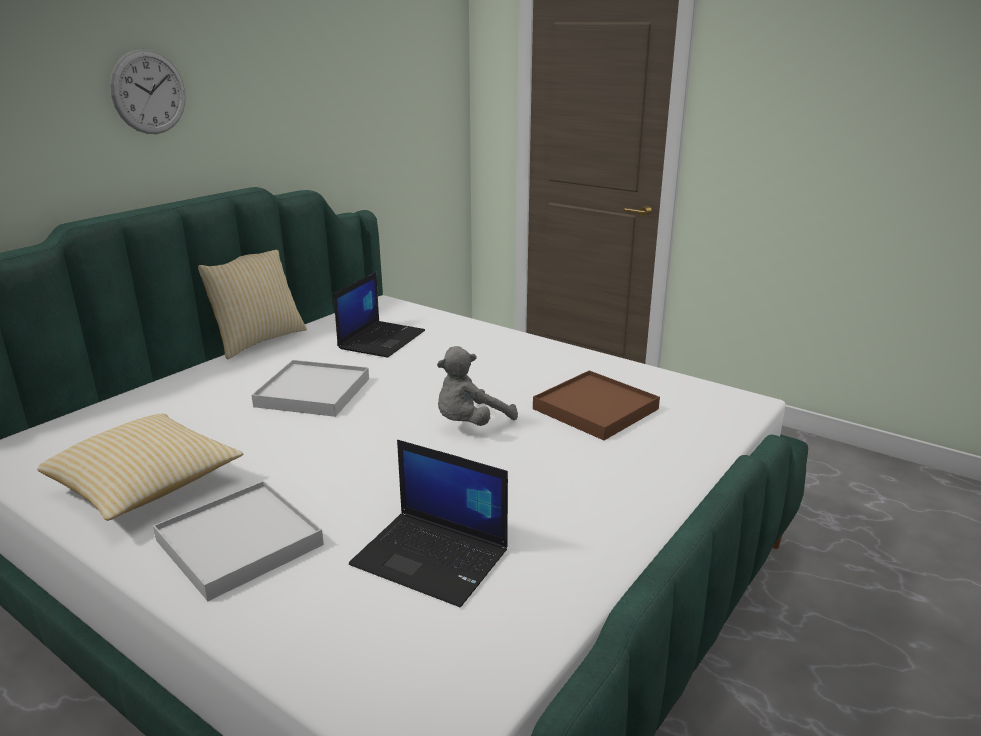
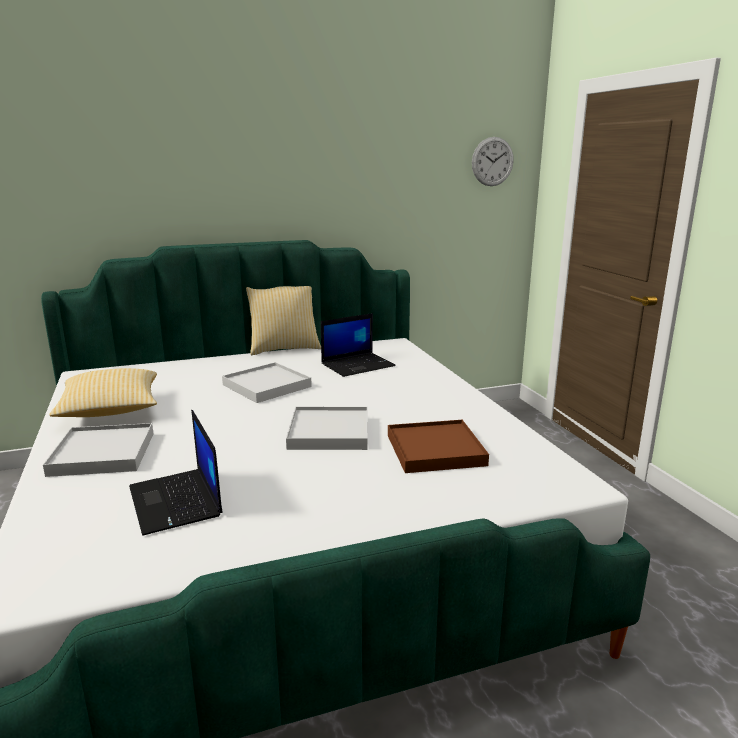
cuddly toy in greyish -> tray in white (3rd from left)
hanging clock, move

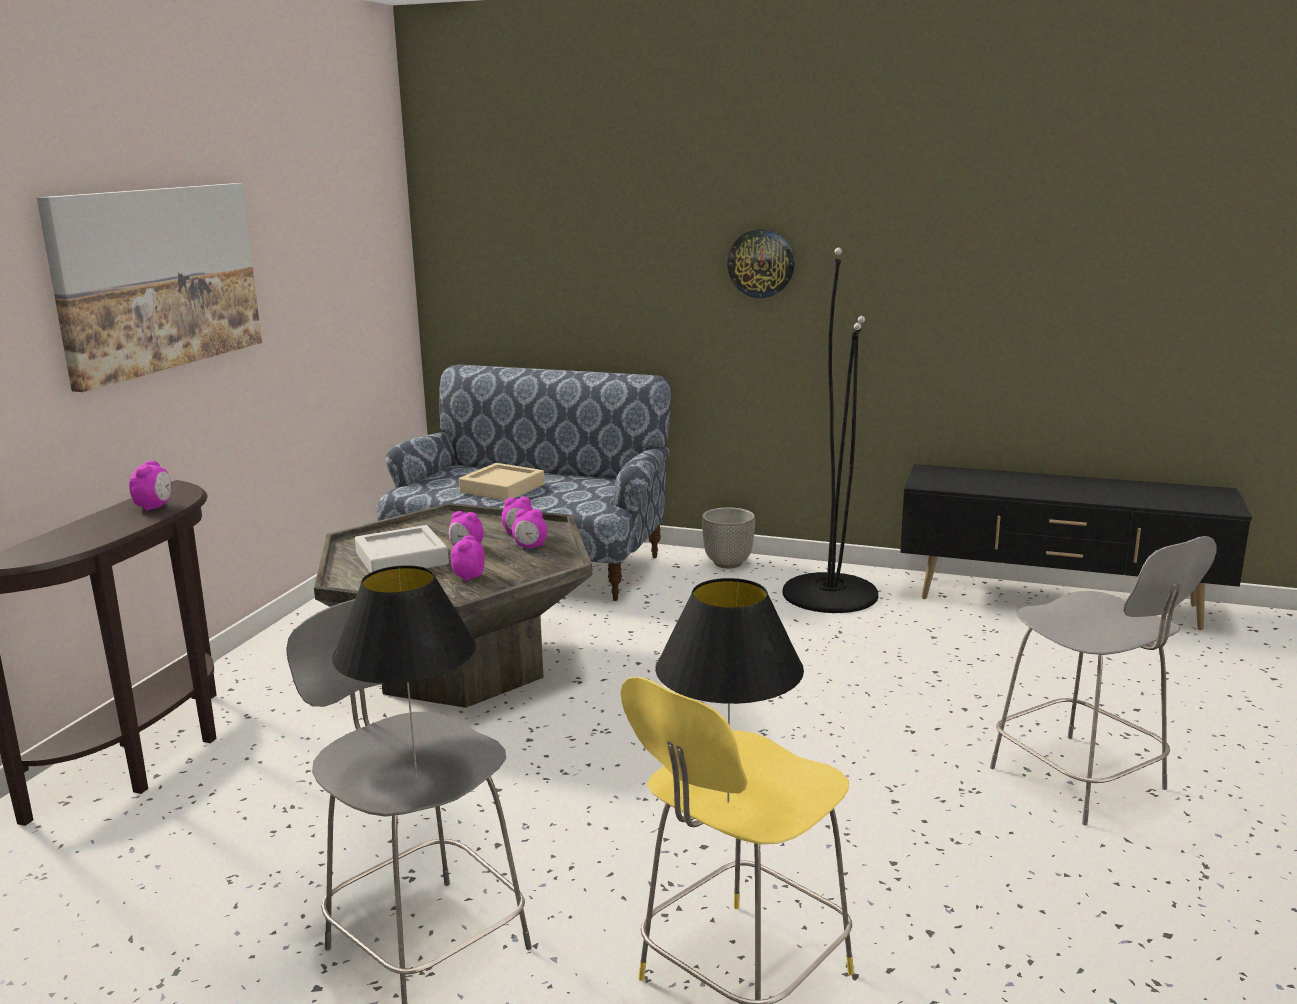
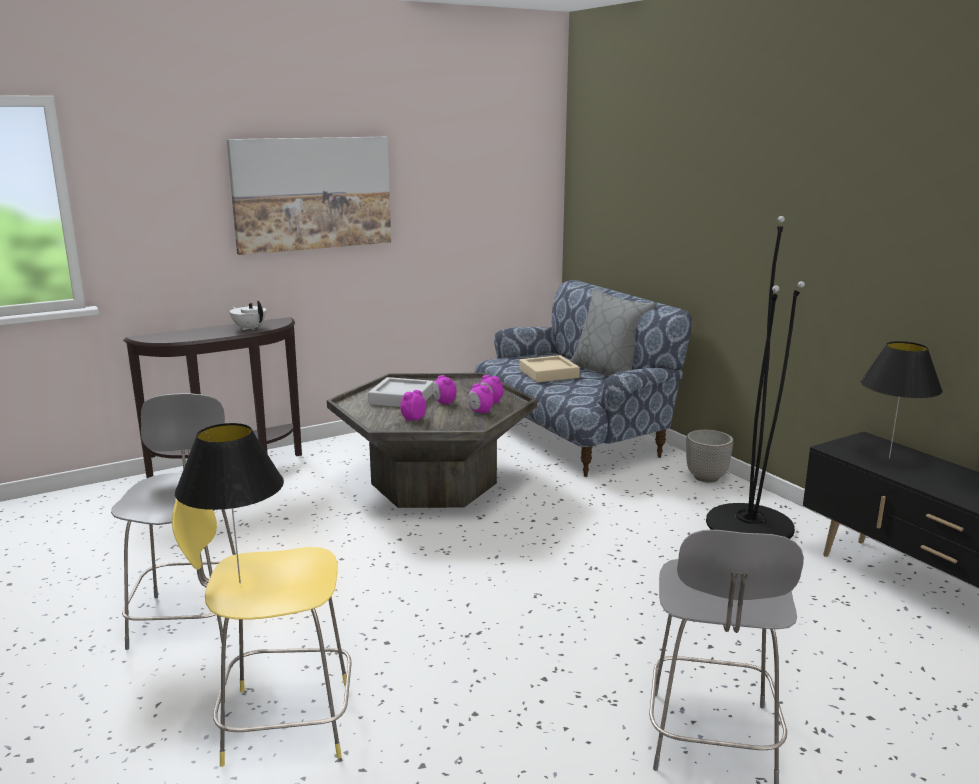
alarm clock (1st from left) -> pot for tea in white
none -> throw pillow in greyish
lamp for a table in black-coloured (1st from left in the first image) -> lamp for a table in black-coloured (2nd from left), move
hanging clock -> none

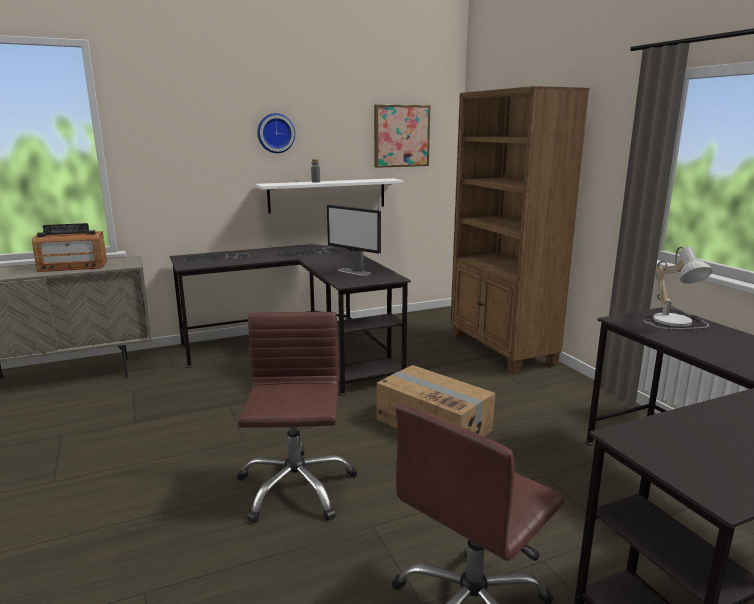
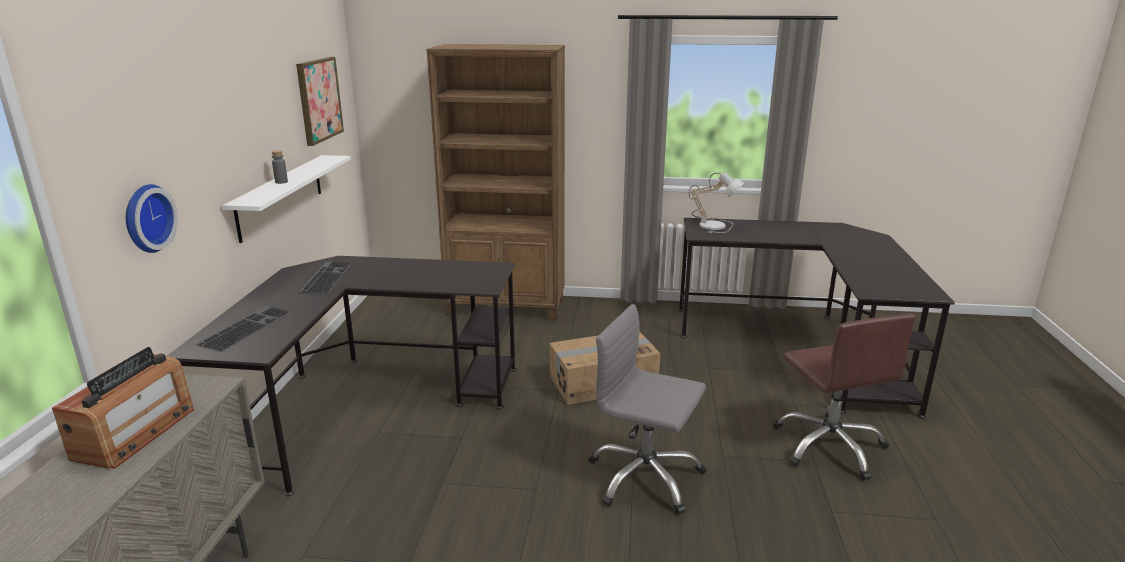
hanging clock, move
computer chair in brownish (1st from left) -> computer chair in greyish
computer screen -> none

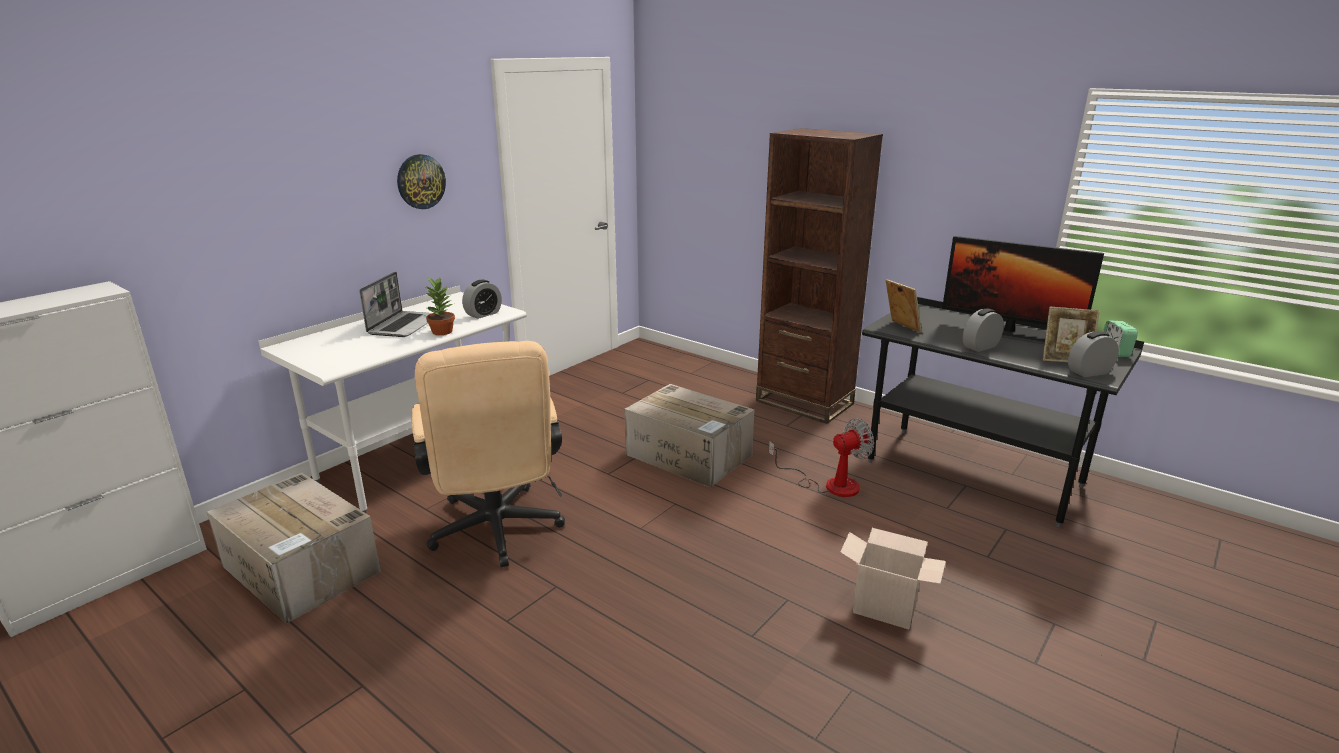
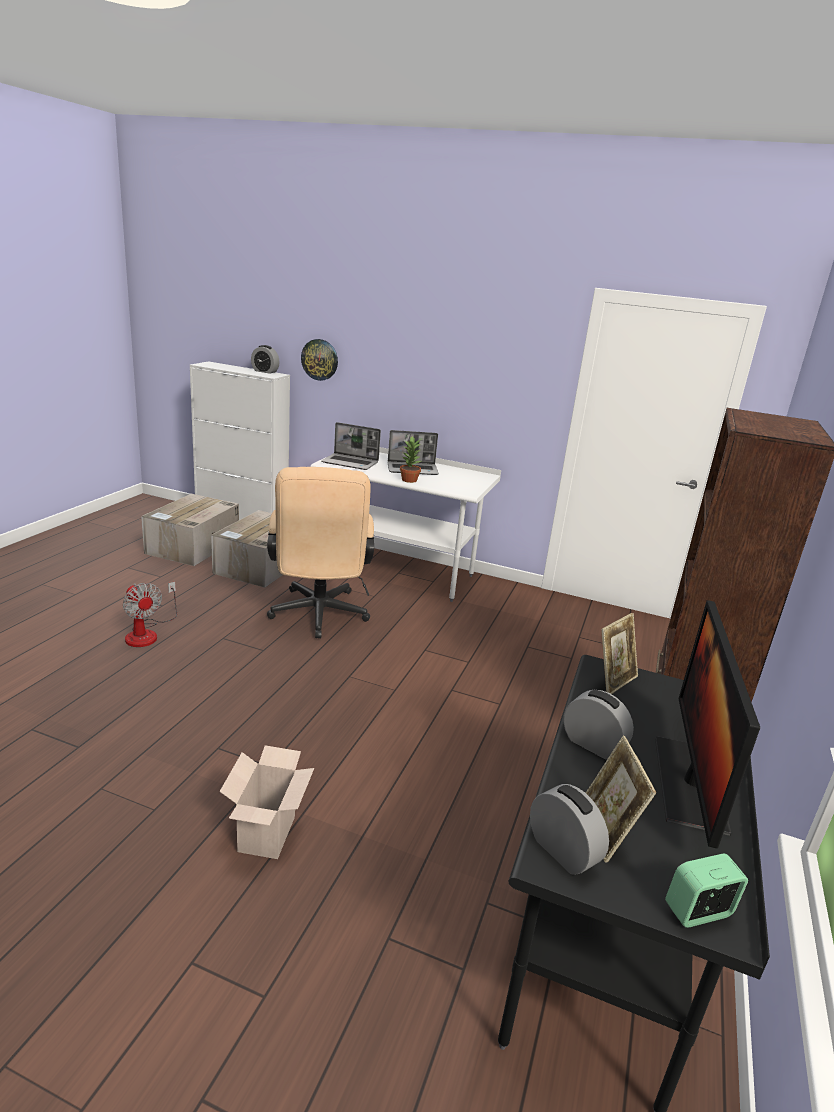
cooling fan, move
carton (2nd from left in the first image) -> carton (1st from left), move
alarm clock (1st from left), move
computer chair in sand-coloured, 60 degrees counterclockwise
hanging clock, move
none -> laptop (1st from left)

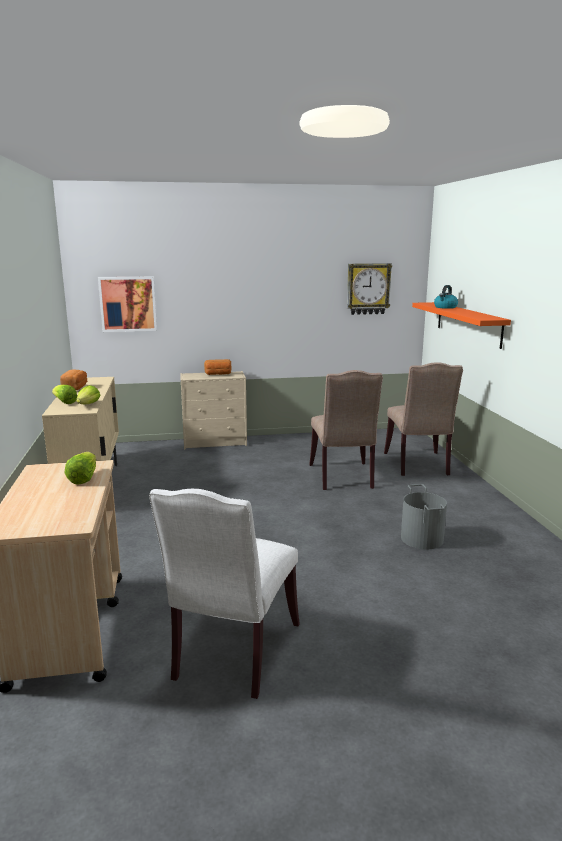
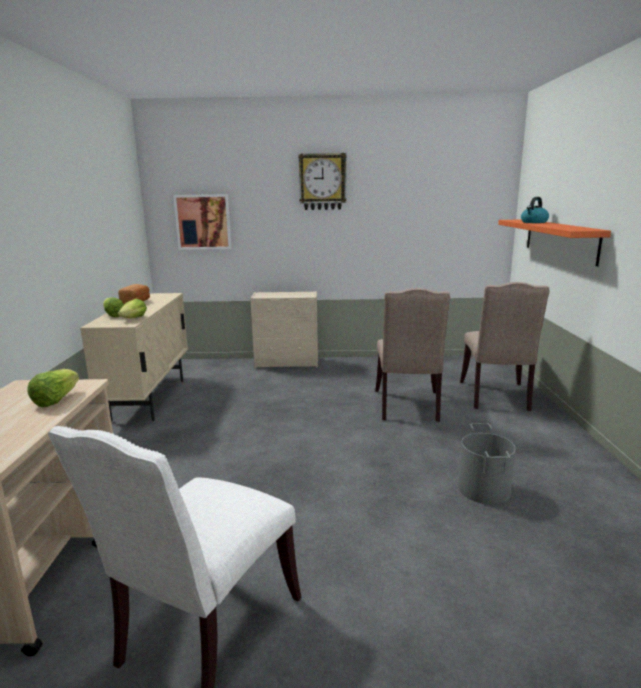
hanging clock, move
baked bread (2nd from left) -> none

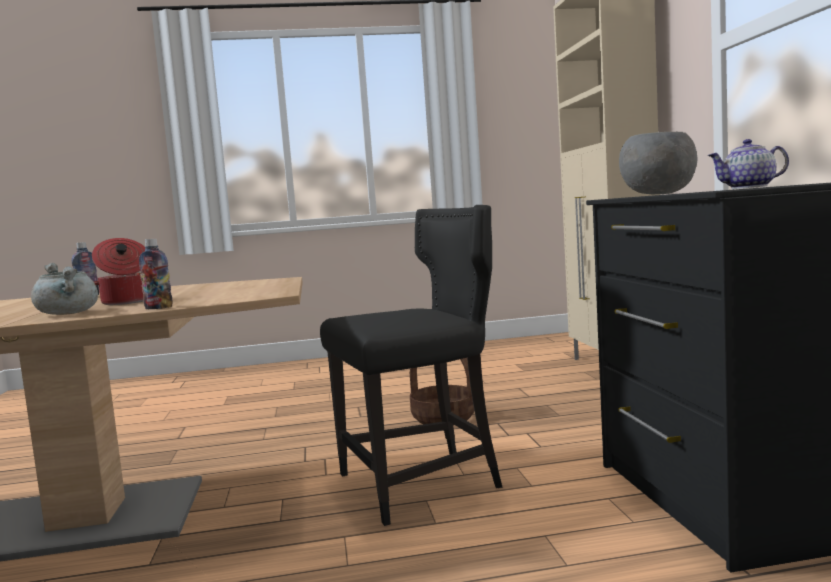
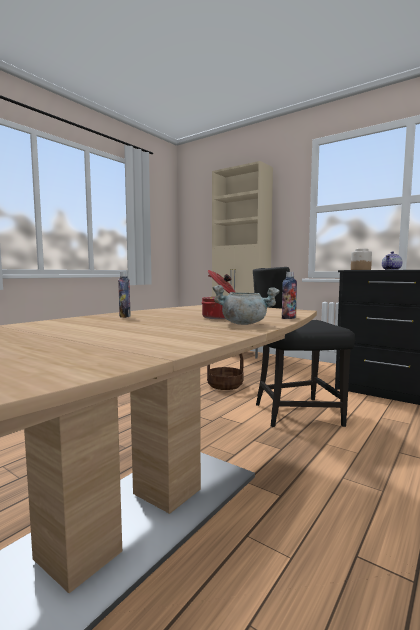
chair in black-coloured, 120 degrees counterclockwise
serving bowl in greyish -> preserve jar

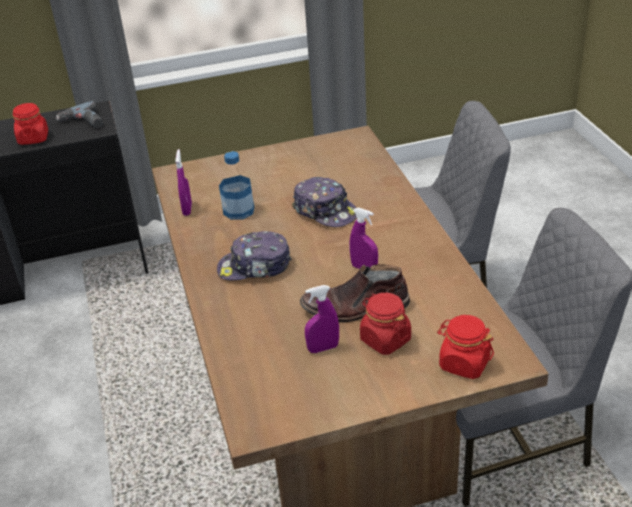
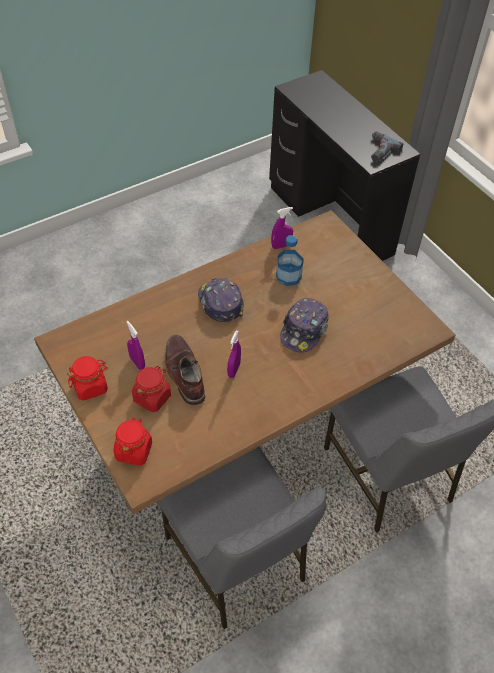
preserve jar in red (1st from left), move

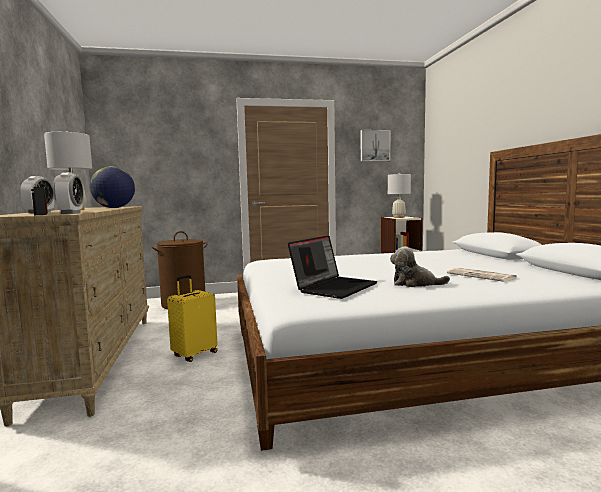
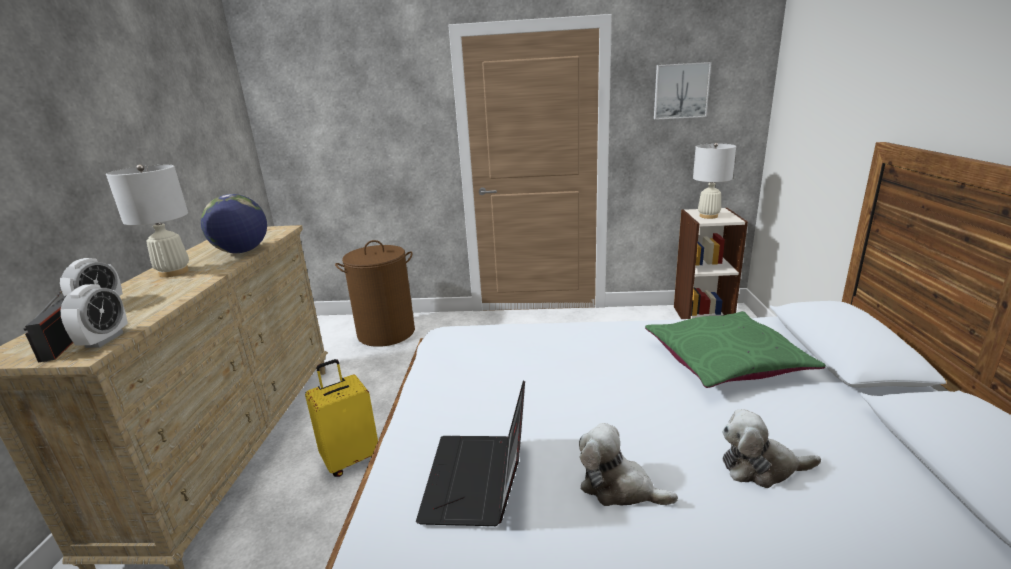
laptop, 135 degrees clockwise
none -> throw pillow in green-coloured
newspaper -> cuddly toy (2nd from left)

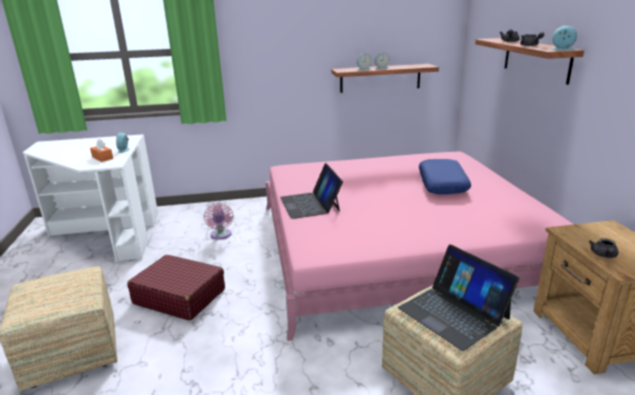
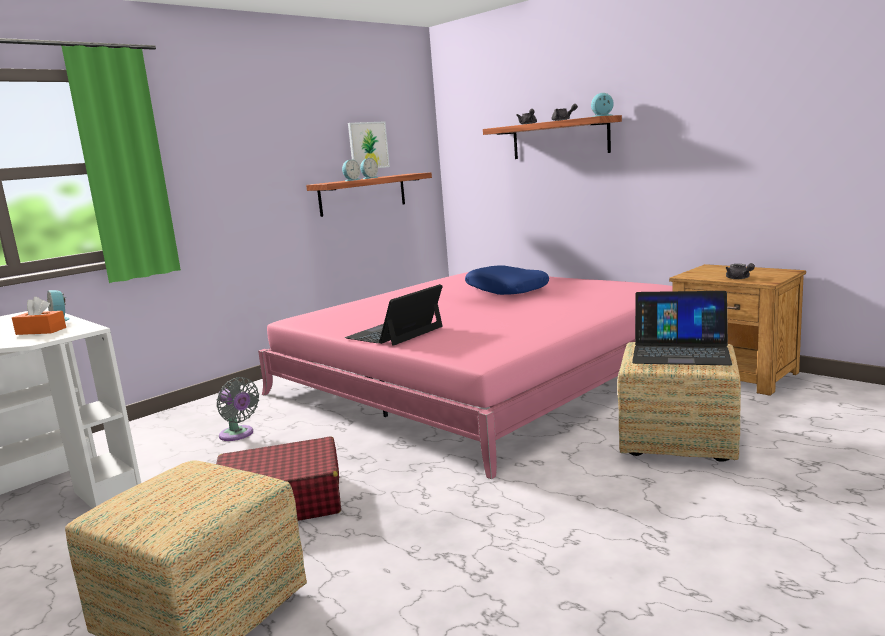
cooling fan in pinkish -> cooling fan in greyish
laptop (1st from left), 90 degrees clockwise
none -> picture

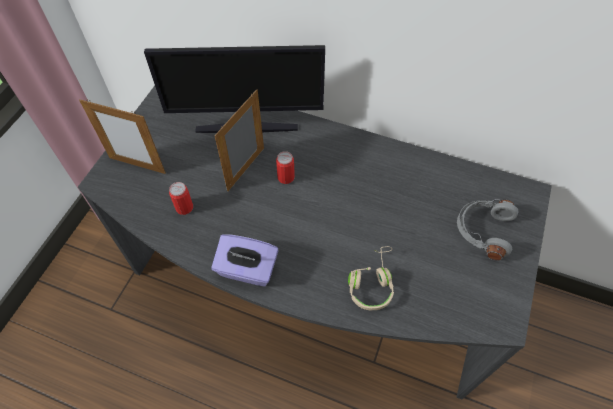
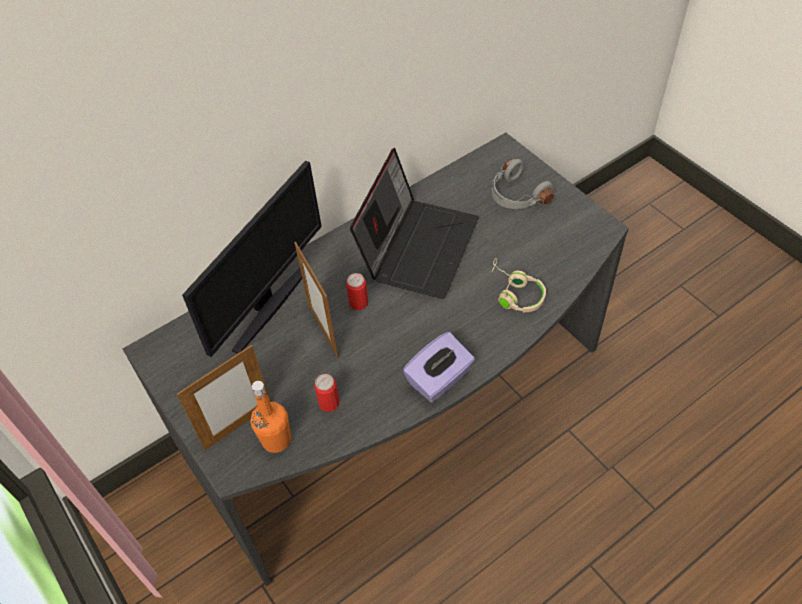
none -> drink bottle in orangey
none -> laptop

